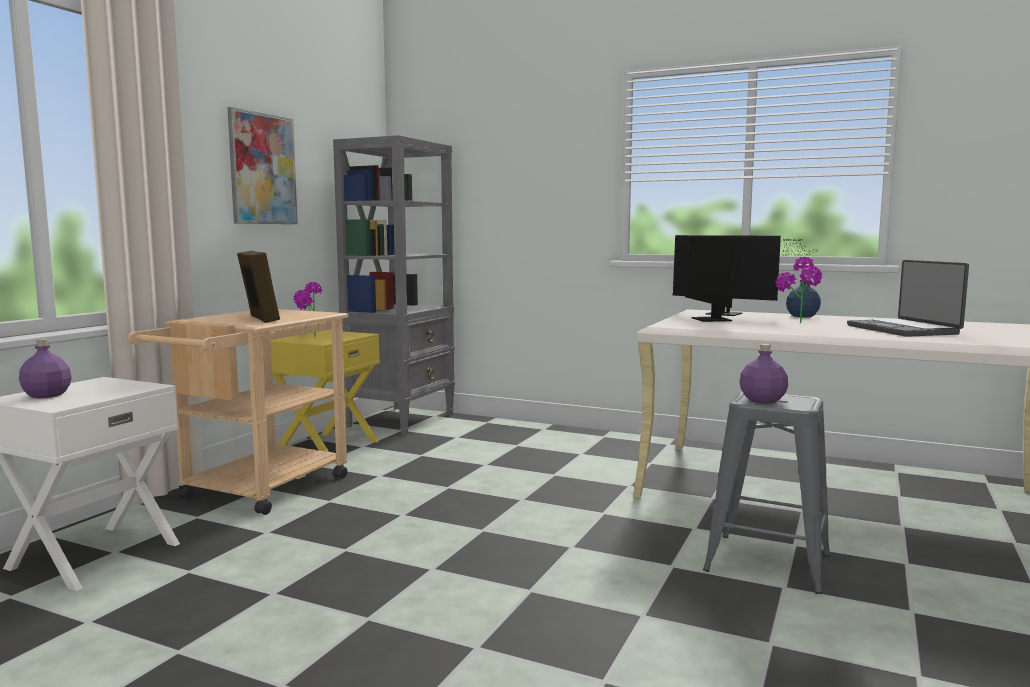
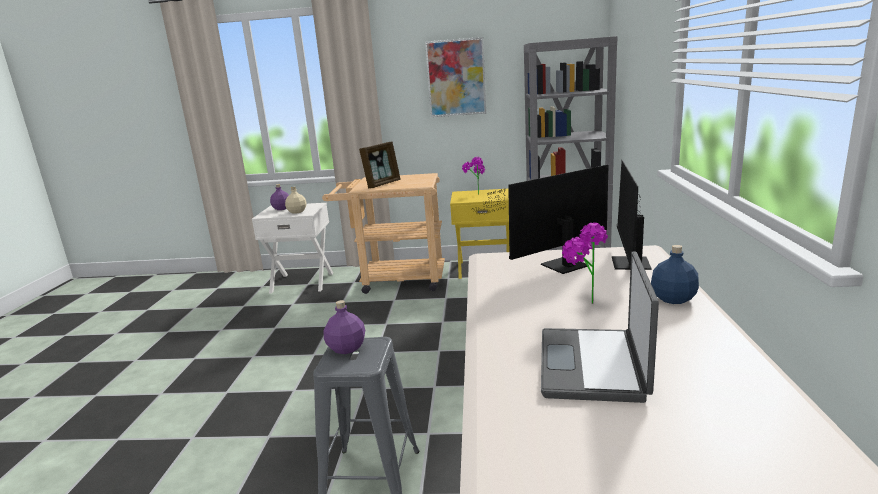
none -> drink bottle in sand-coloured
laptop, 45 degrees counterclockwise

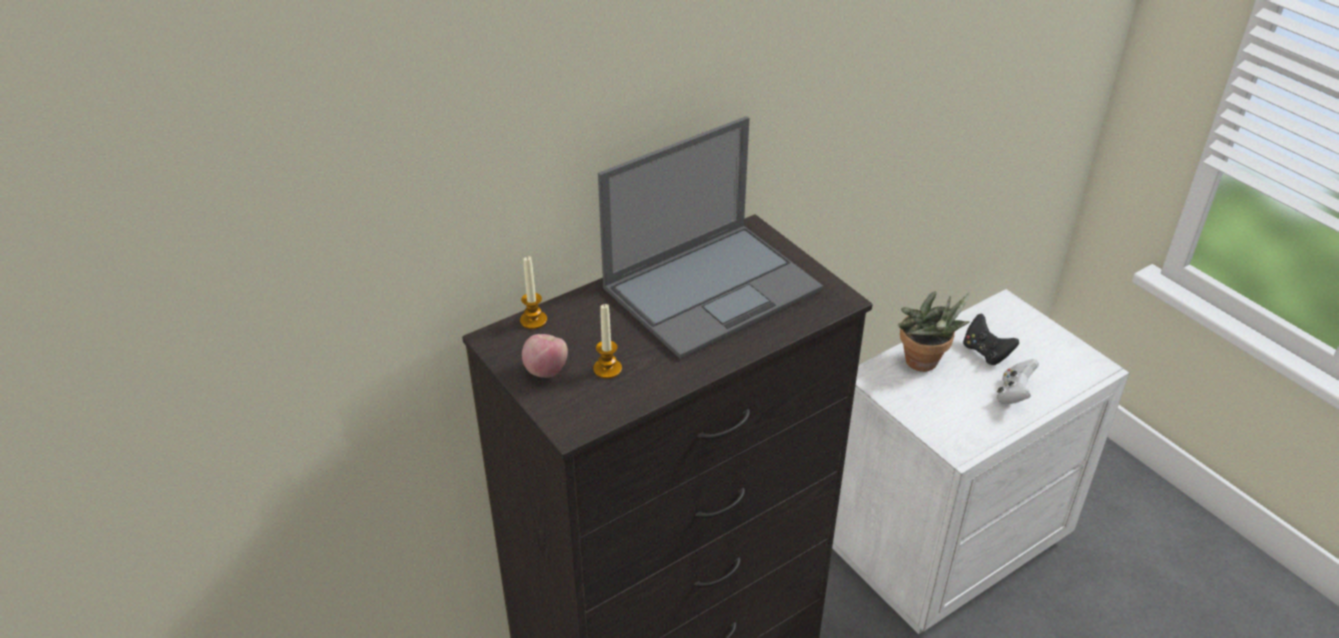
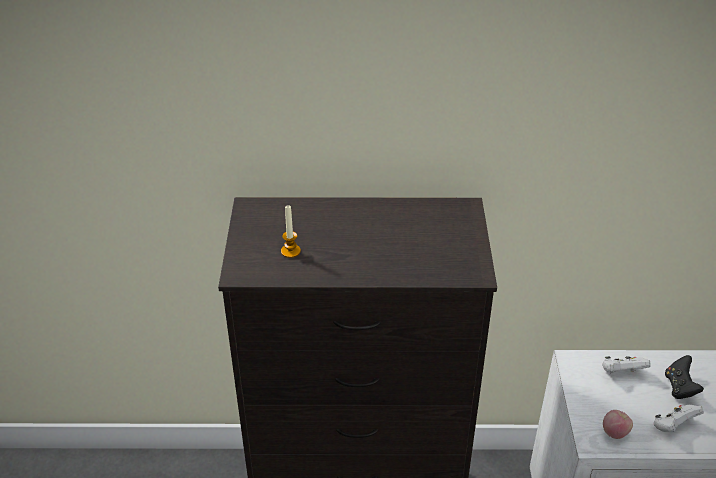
plant in a pot -> joypad in white (1st from left)
apple, move
wax candle (1st from left) -> none
laptop -> none

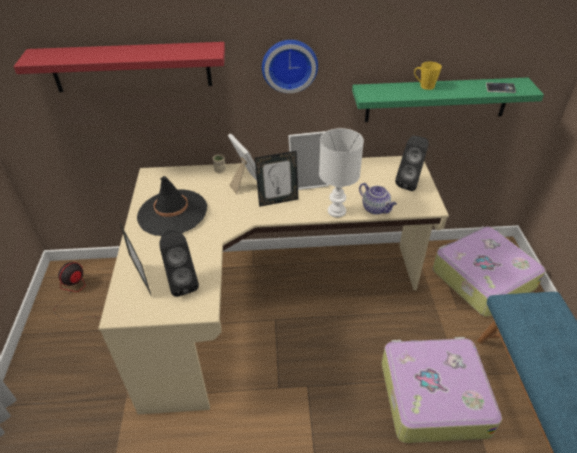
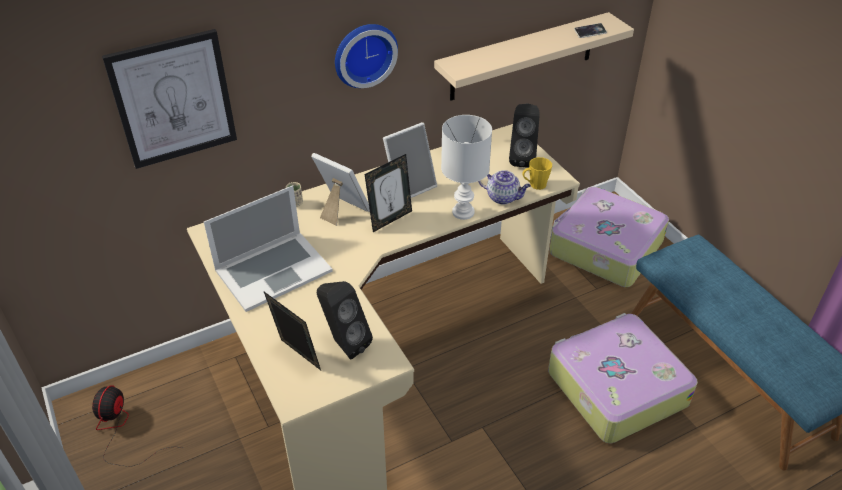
wall shelf in red -> picture
clothing hat in black-coloured -> laptop
wall shelf in green-coloured -> wall shelf in sand-coloured
tea mug in yellowish, move

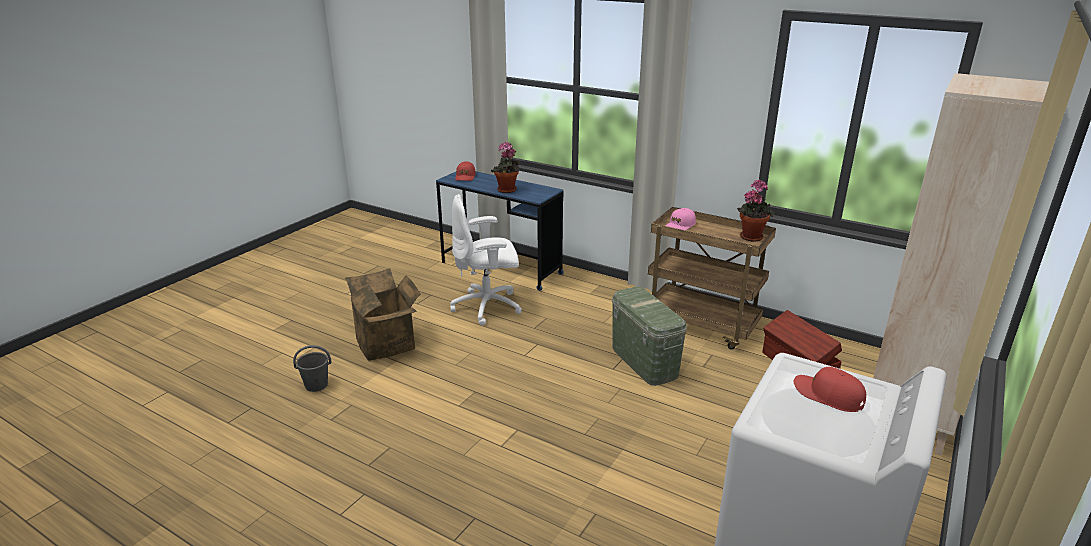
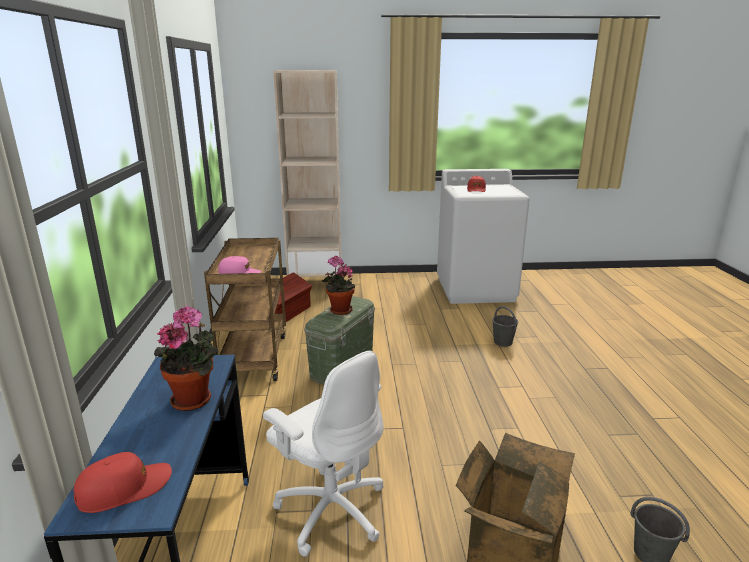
plant in a pot (2nd from left), move
none -> pail in greyish (1st from left)

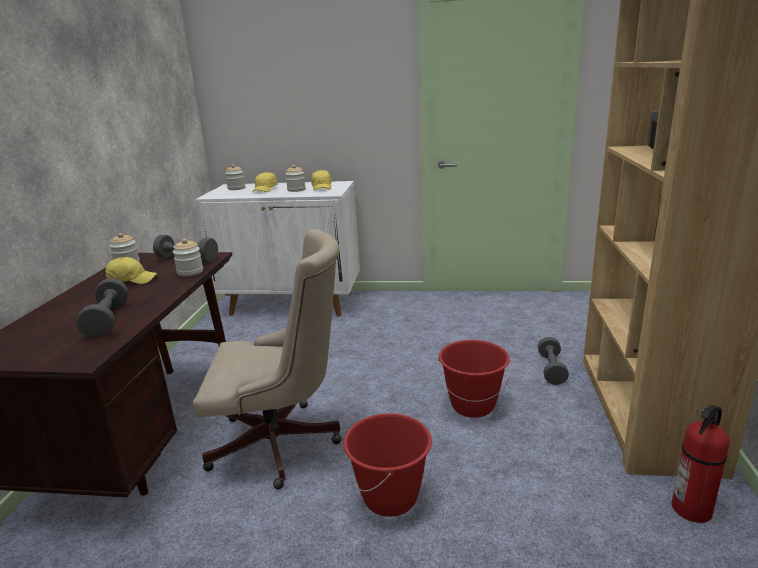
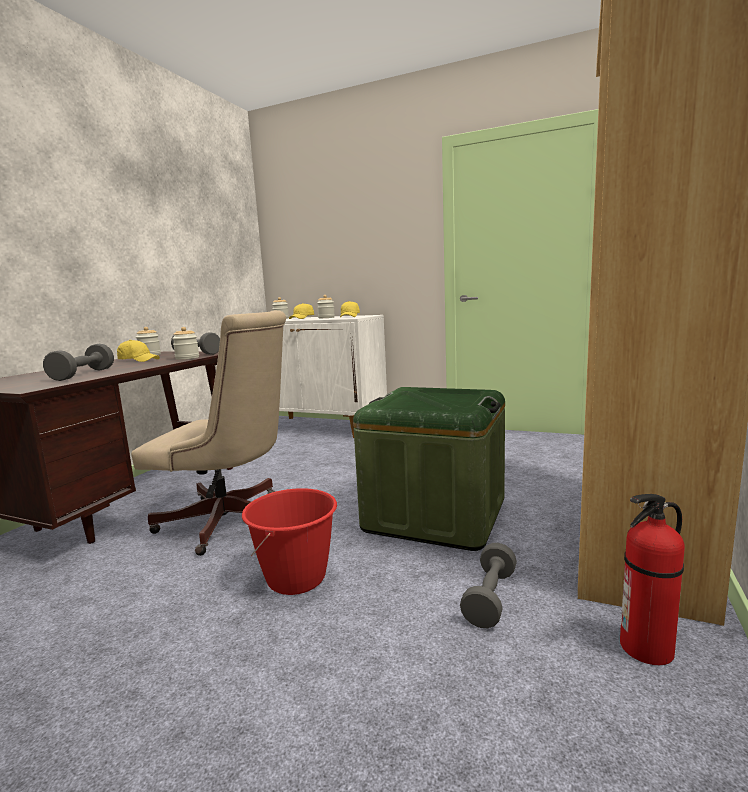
pail in red (2nd from left) -> storage box in green-coloured
dumbbell in greyish (3rd from left), move

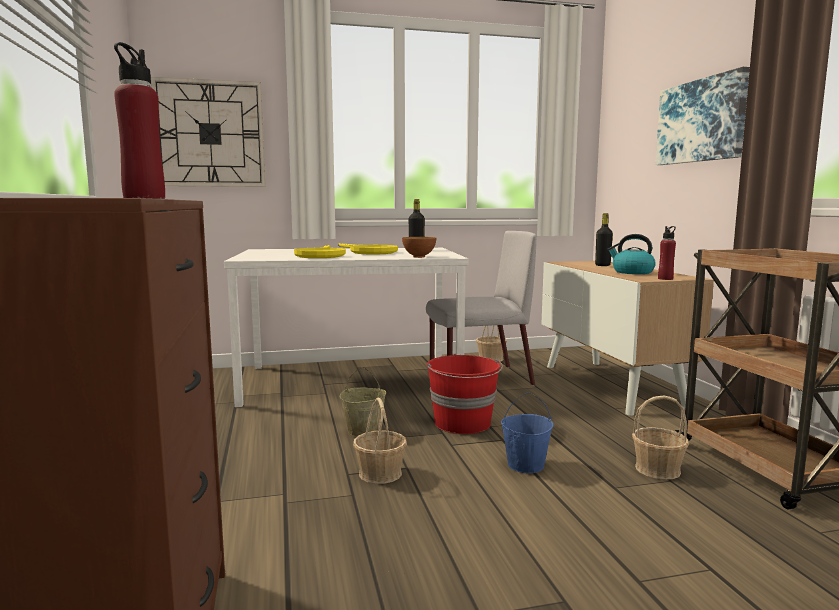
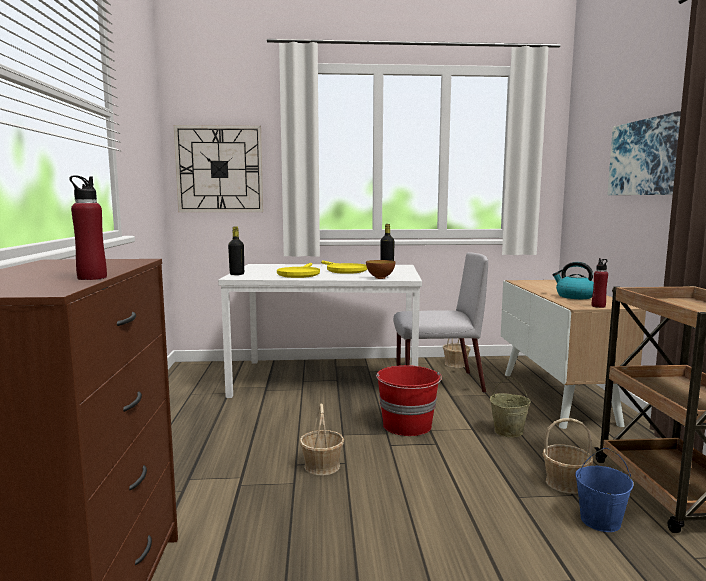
drink bottle in black-coloured (2nd from left in the first image) -> drink bottle in black-coloured (1st from left), move
pail in sand-coloured, move
pail in blue-coloured, move

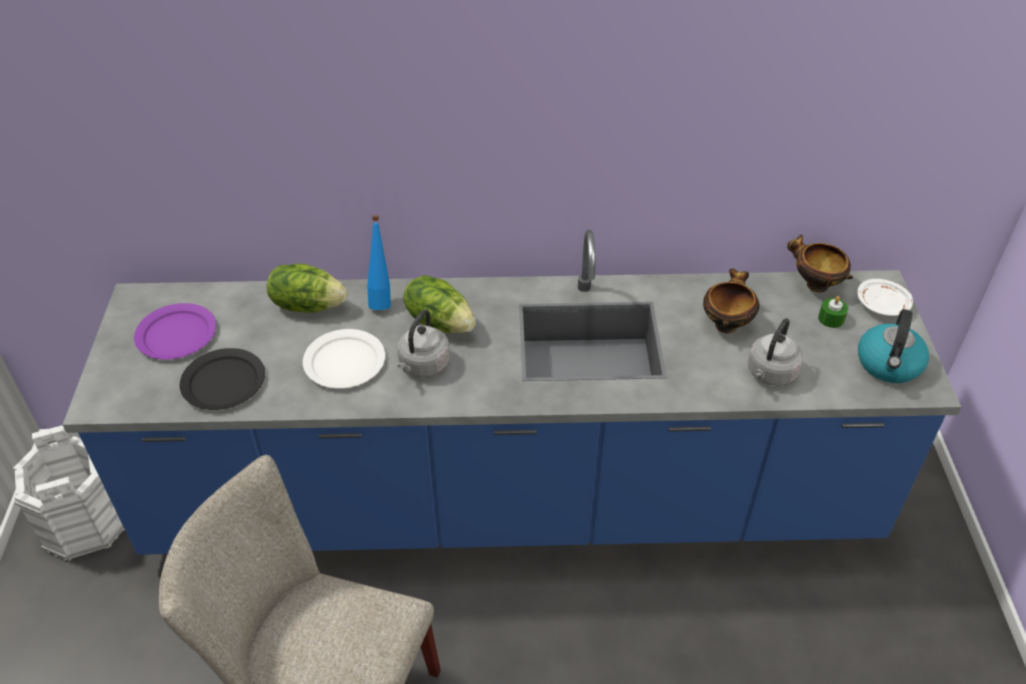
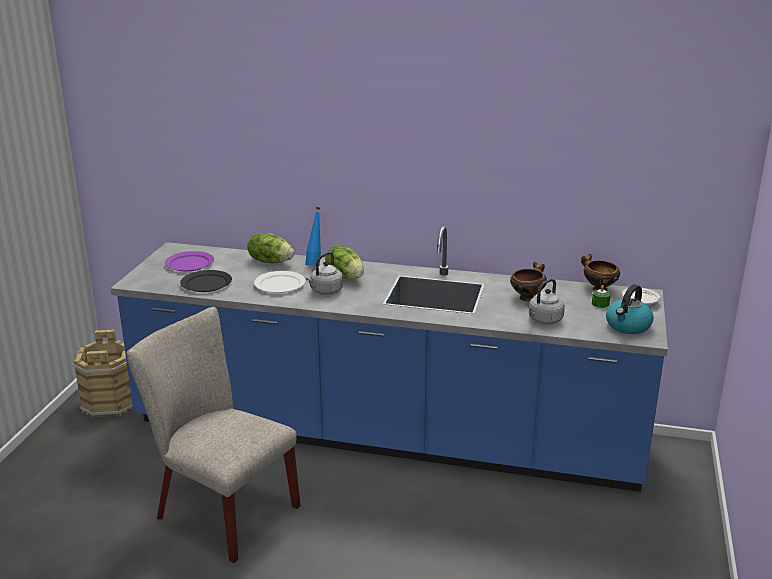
pail in white -> pail in brownish

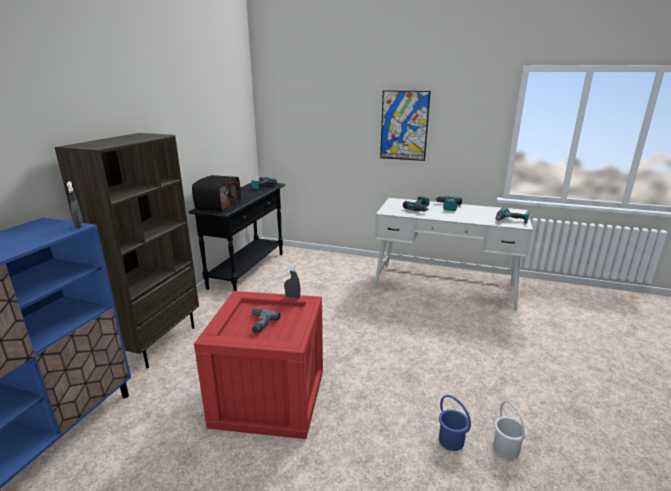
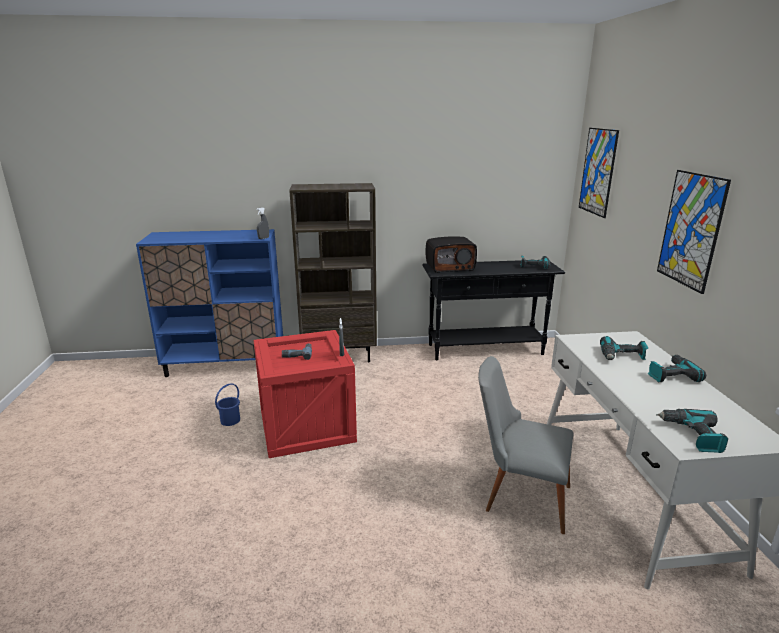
pail in blue-coloured, move
none -> chair in greyish
none -> picture (1st from left)
pail in white -> none

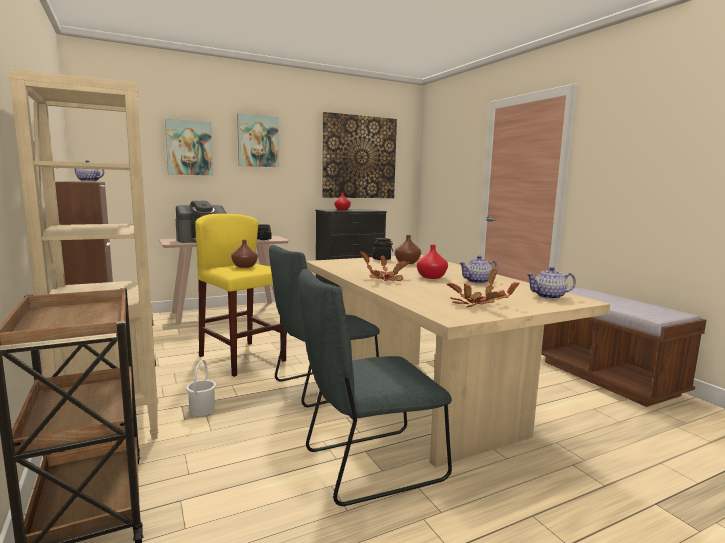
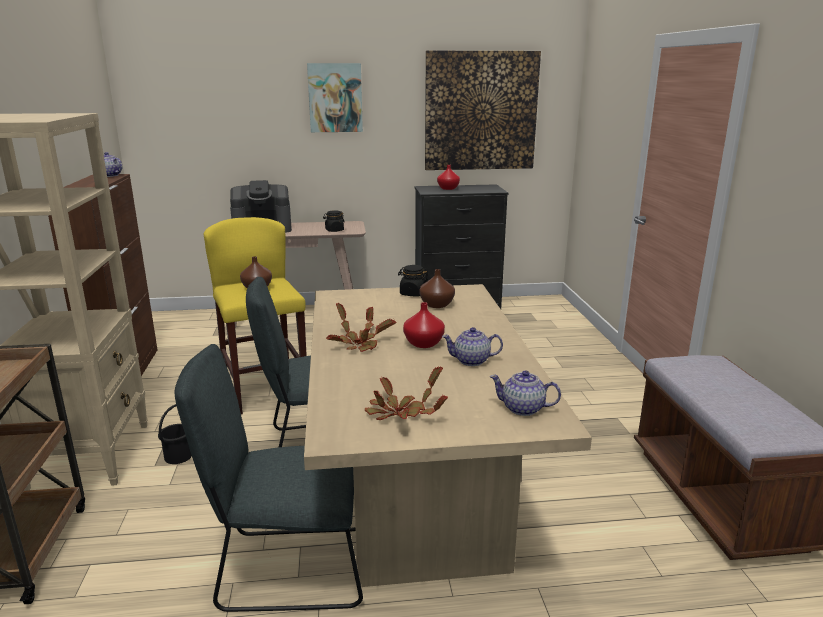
pail in white -> pail in black-coloured
picture (1st from left) -> none

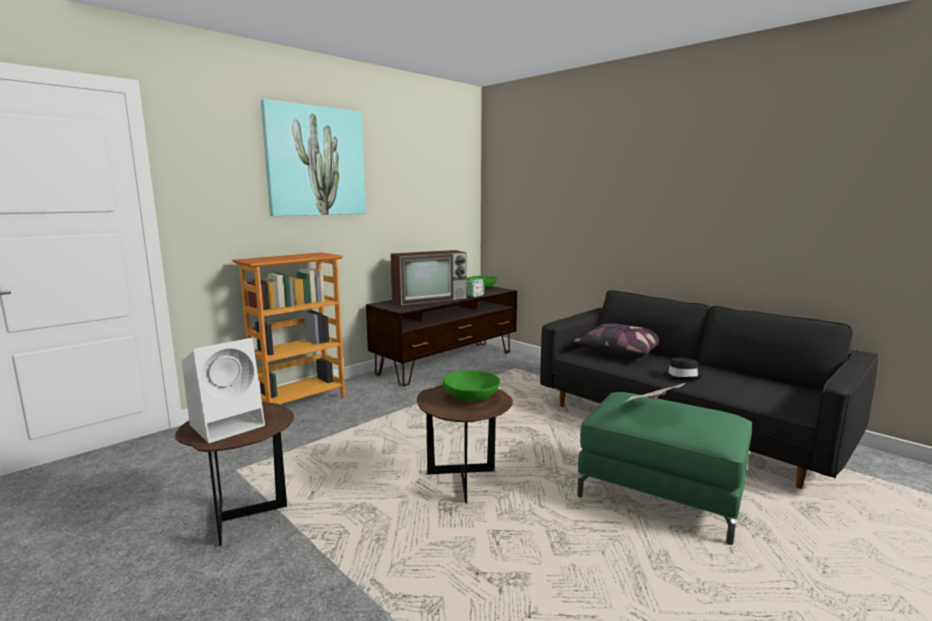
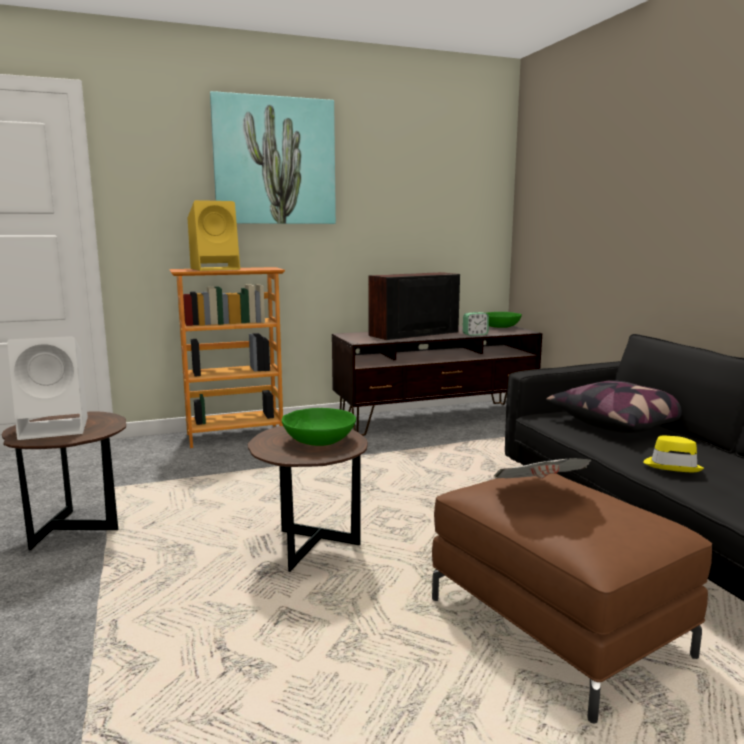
none -> speaker in yellowish
TV set, 150 degrees clockwise
footrest in green-coloured -> footrest in brownish
clothing hat in black-coloured -> clothing hat in yellowish

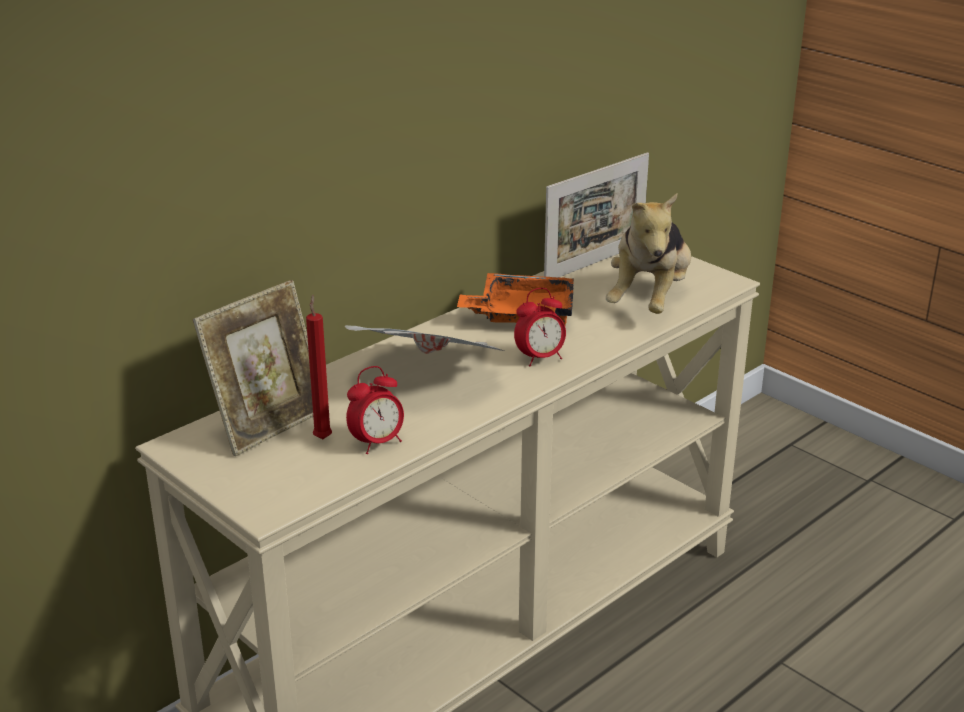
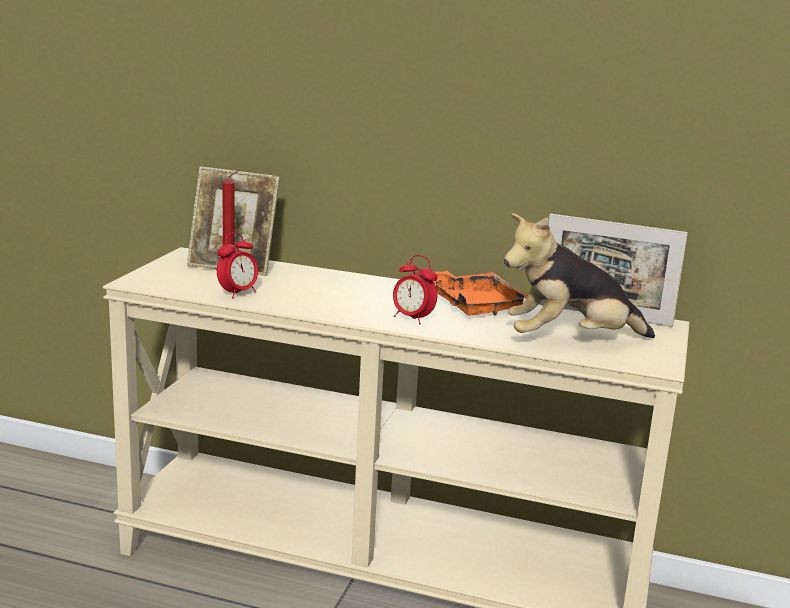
alarm clock (1st from left), 75 degrees counterclockwise
newspaper -> none

